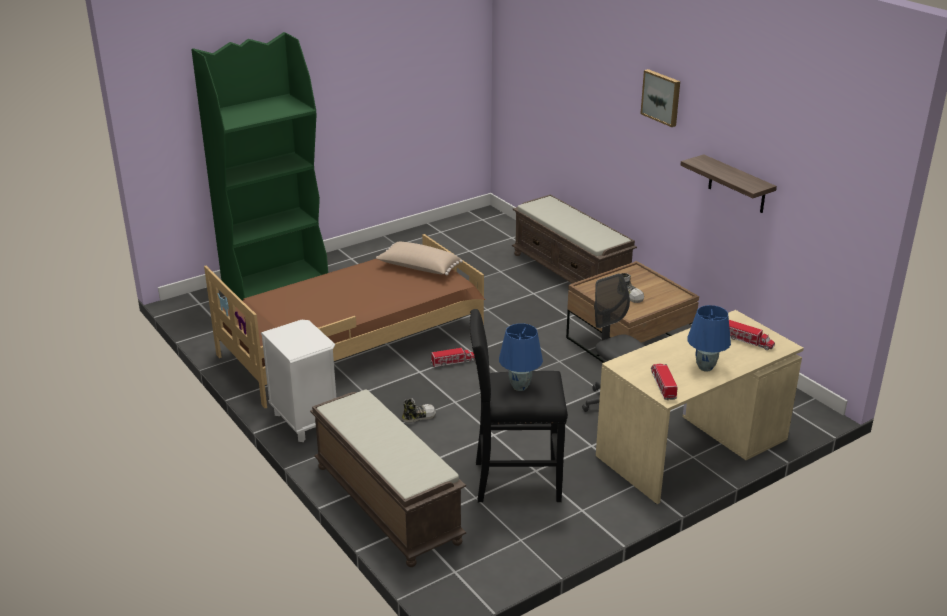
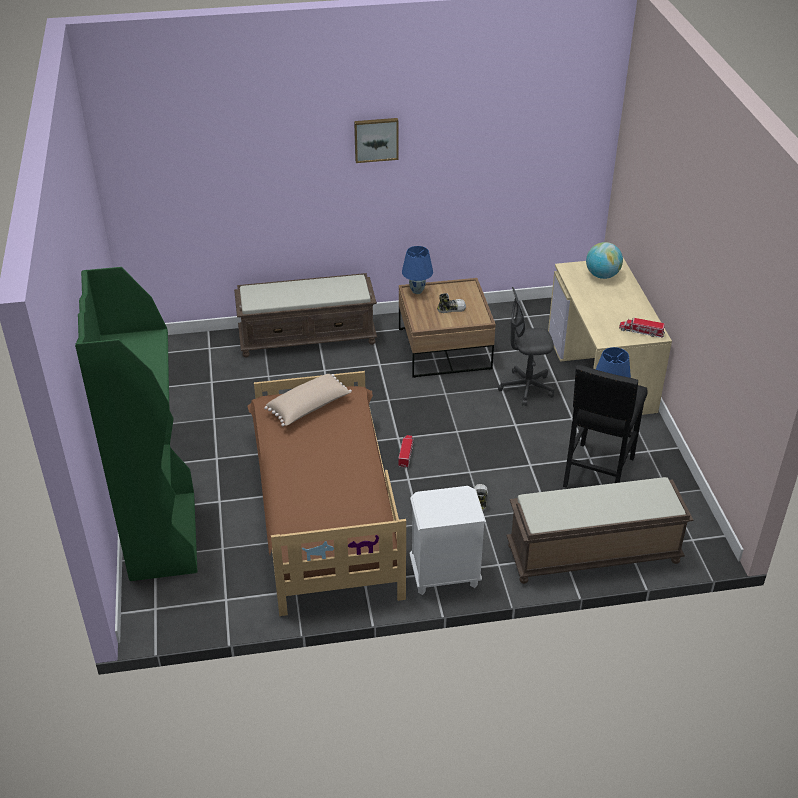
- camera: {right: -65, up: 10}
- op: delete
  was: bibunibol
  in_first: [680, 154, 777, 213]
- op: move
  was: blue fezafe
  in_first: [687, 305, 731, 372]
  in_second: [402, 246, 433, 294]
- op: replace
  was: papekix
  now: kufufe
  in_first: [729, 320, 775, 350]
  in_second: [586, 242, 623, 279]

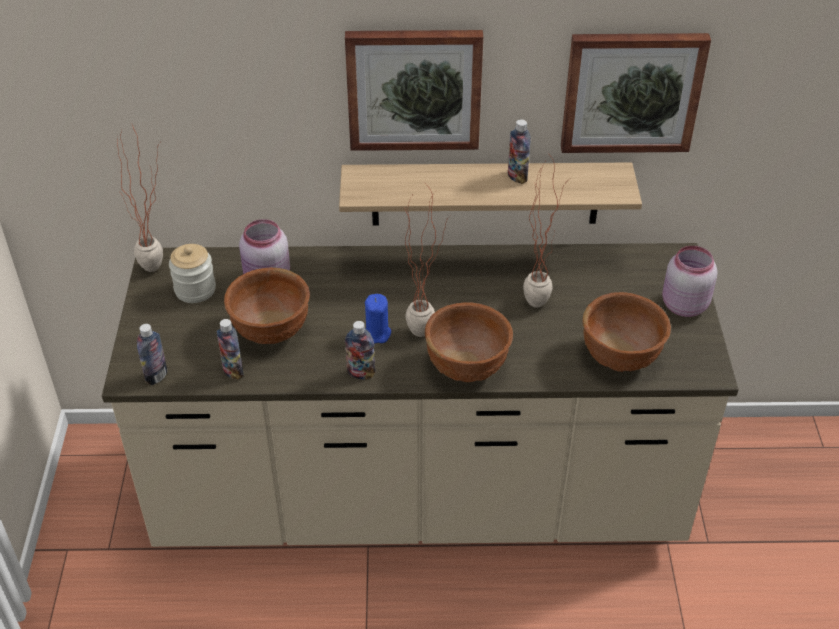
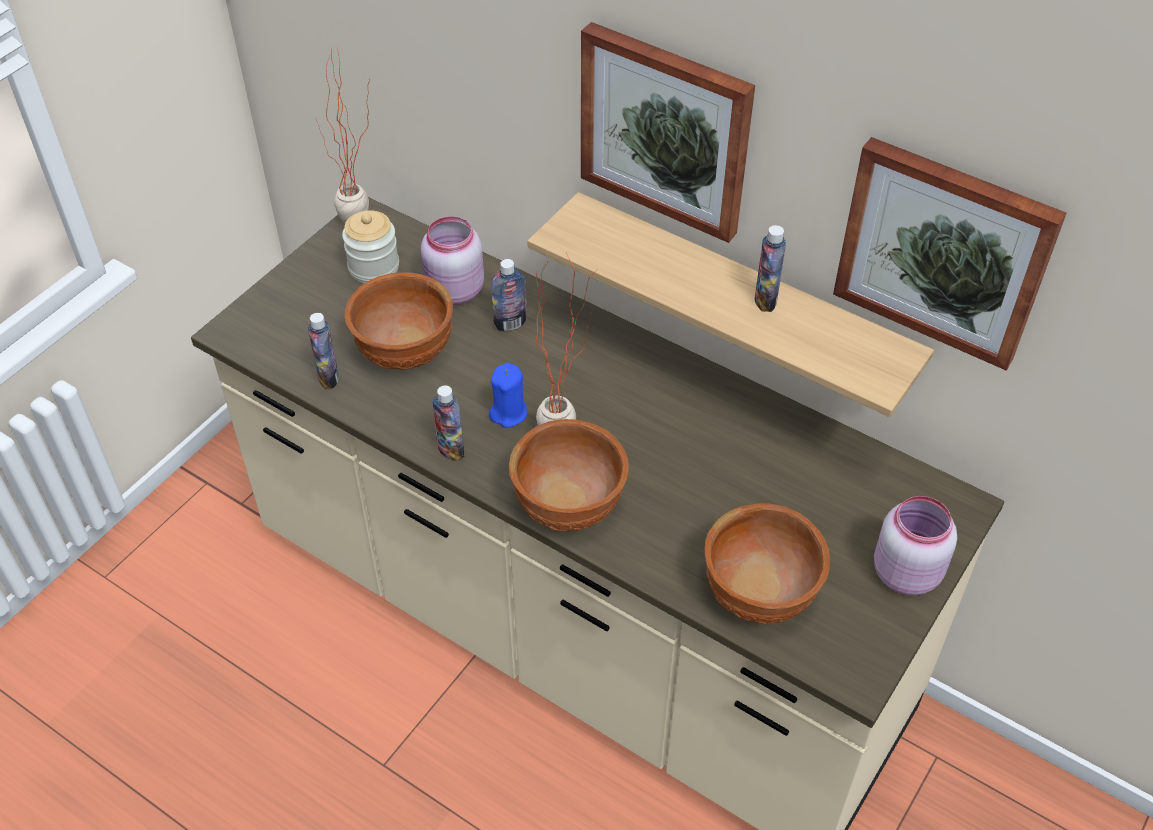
- camera: {right: 35, up: 5}
- op: delete
  was: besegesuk
  in_first: [523, 157, 565, 308]
- op: move
  was: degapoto
  in_first: [137, 324, 167, 385]
  in_second: [491, 259, 527, 331]

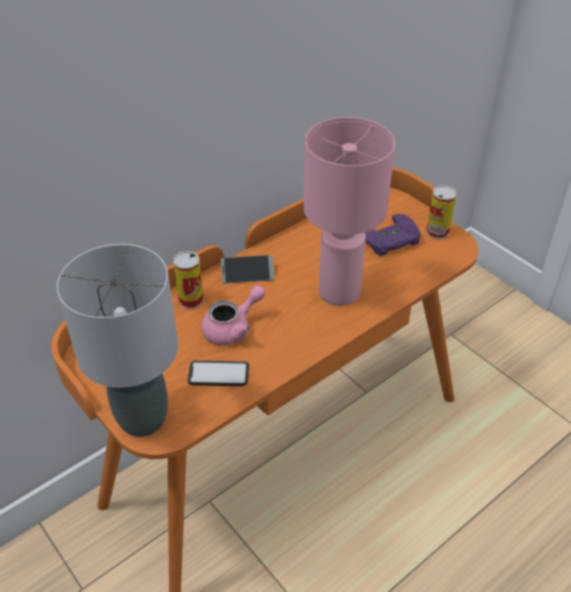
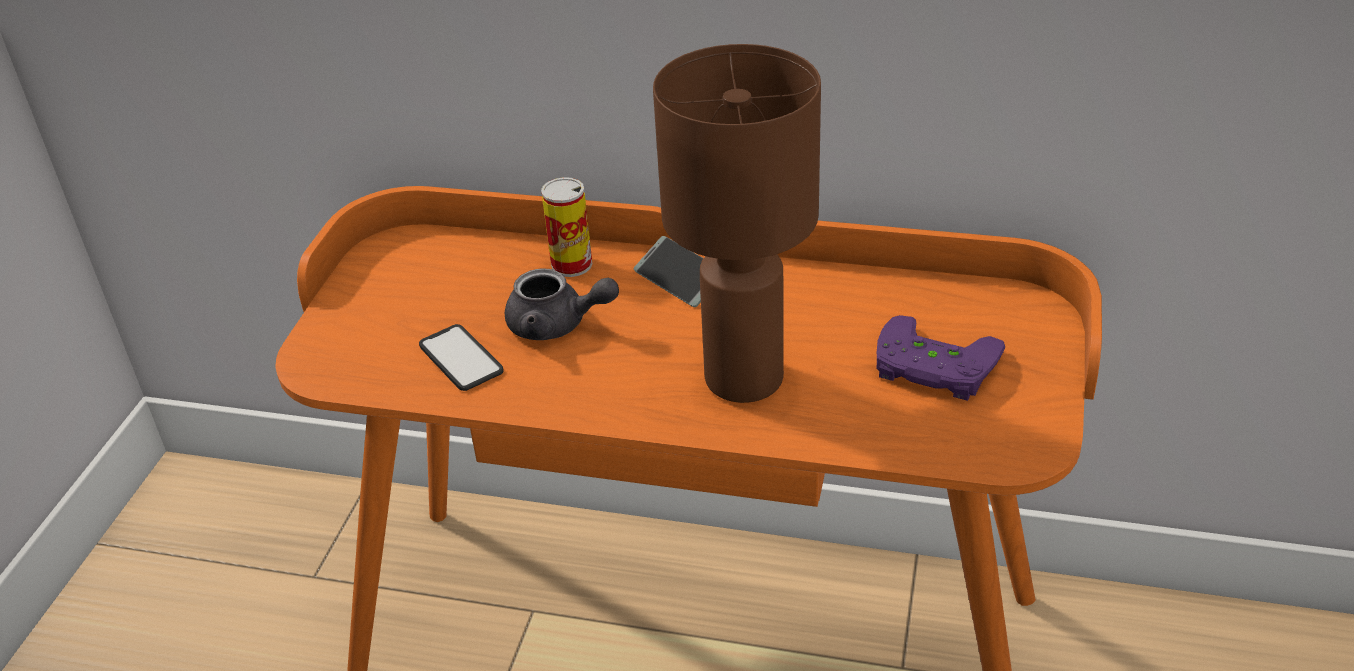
- camera: {right: 55, up: -5}
- op: recolor
  was: pink fezafe
  now: brown fezafe
  in_first: [304, 117, 395, 306]
  in_second: [653, 44, 821, 403]
- op: delete
  was: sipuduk
  in_first: [426, 185, 457, 239]
- op: delete
  was: grey fezafe
  in_first: [57, 244, 178, 437]
- op: recolor
  was: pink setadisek
  now: grey setadisek
  in_first: [201, 285, 265, 345]
  in_second: [505, 268, 619, 340]

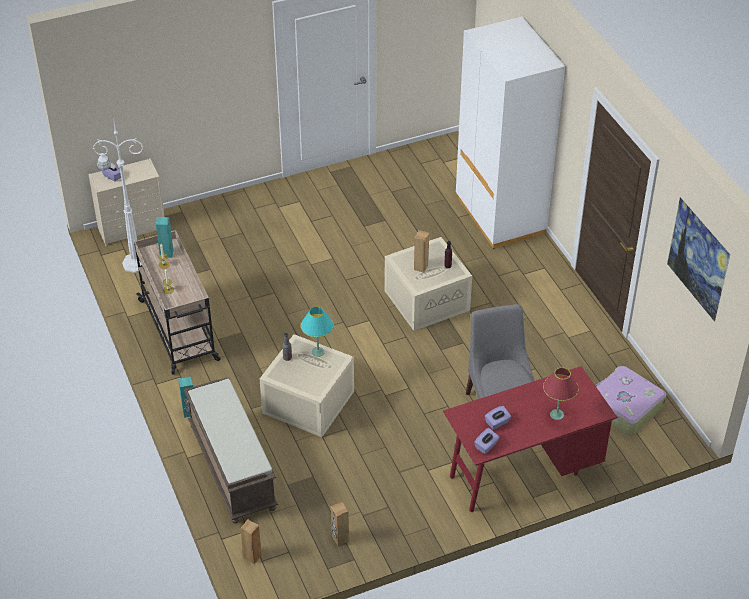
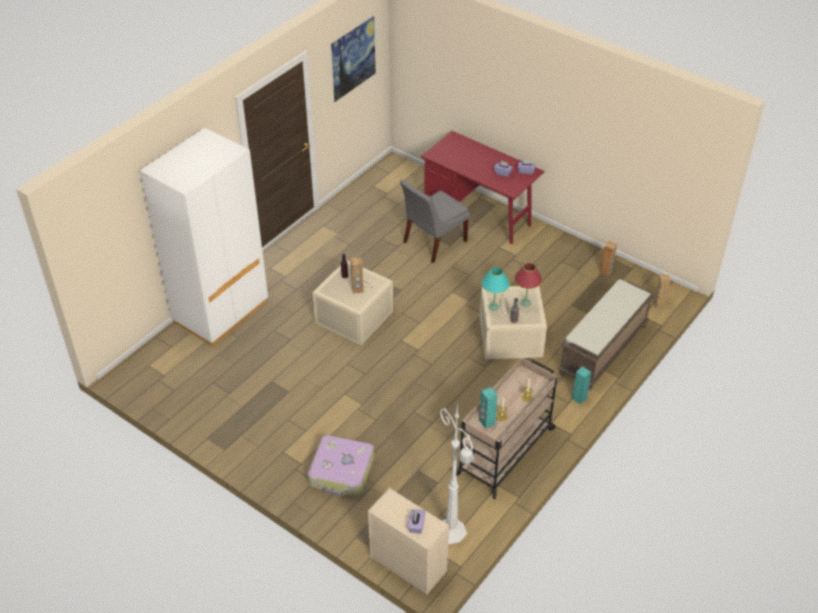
- camera: {right: -120, up: 0}
- op: move
  was: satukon
  in_first: [595, 366, 666, 436]
  in_second: [308, 435, 374, 497]
- op: move
  was: red fezafe
  in_first: [543, 367, 578, 420]
  in_second: [514, 263, 542, 307]

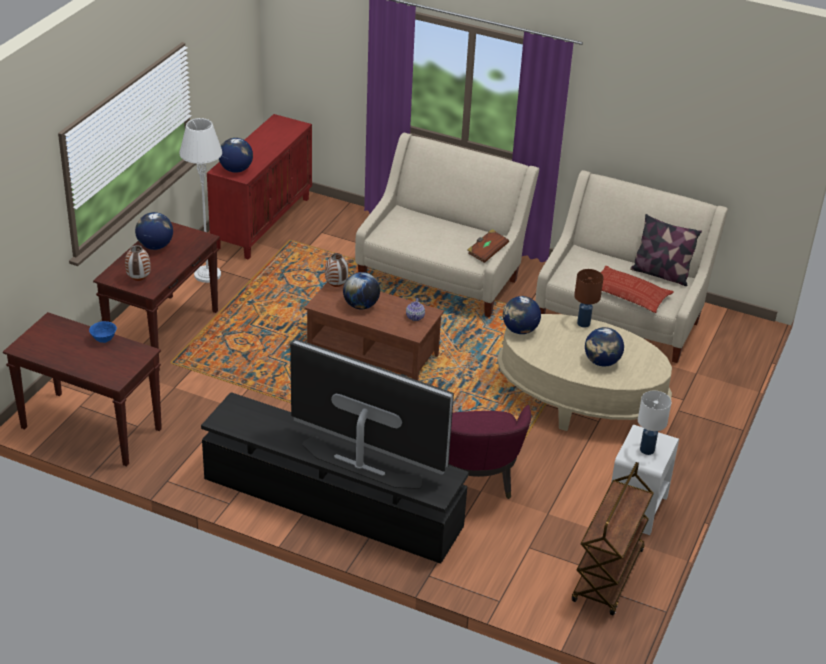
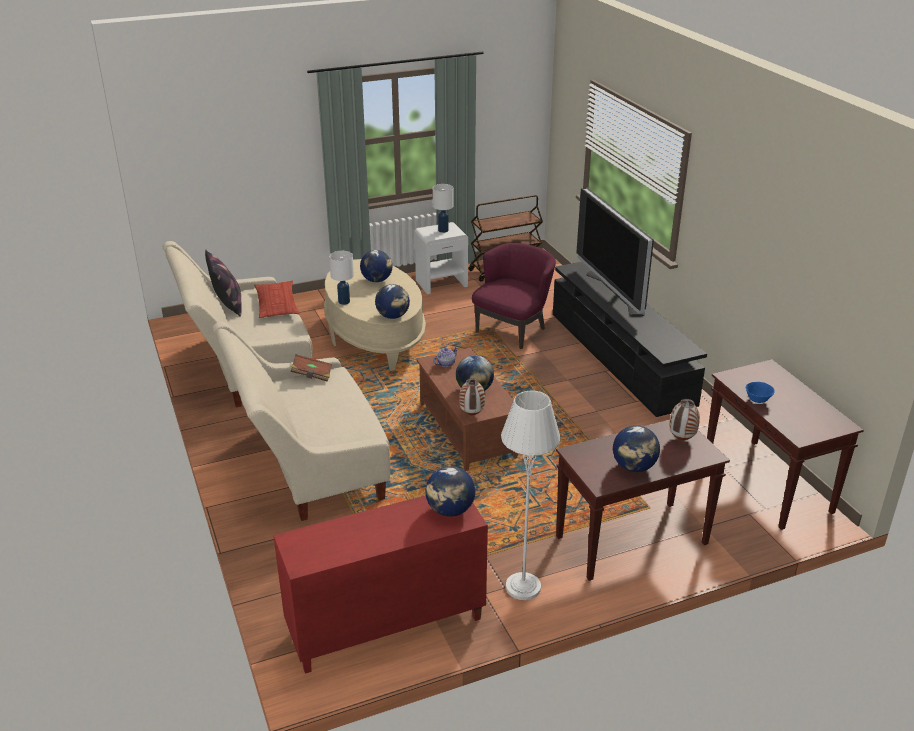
- camera: {right: -135, up: -5}
- op: recolor
  was: brown fezafe
  now: white fezafe
  in_first: [574, 269, 604, 328]
  in_second: [329, 251, 354, 305]

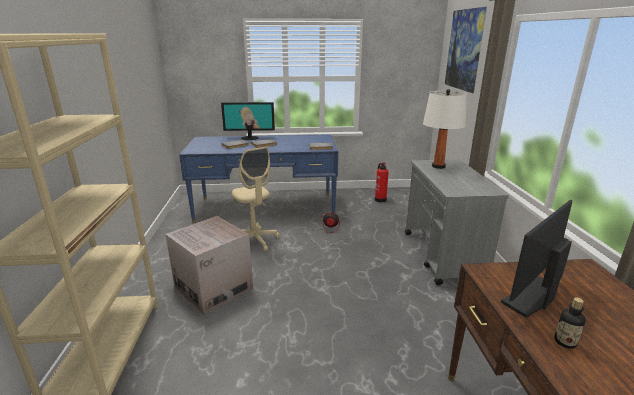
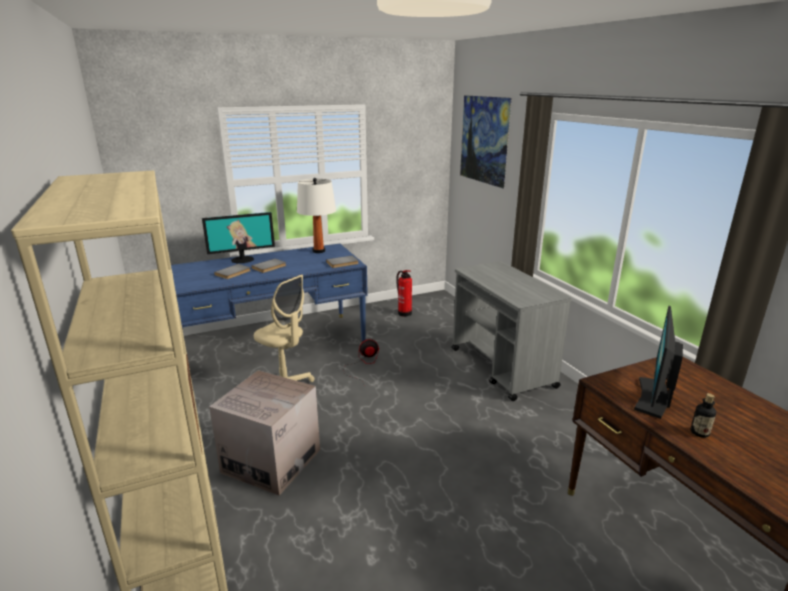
- camera: {right: -20, up: 0}
- op: move
  was: white fezafe
  in_first: [423, 89, 467, 169]
  in_second: [297, 178, 336, 253]

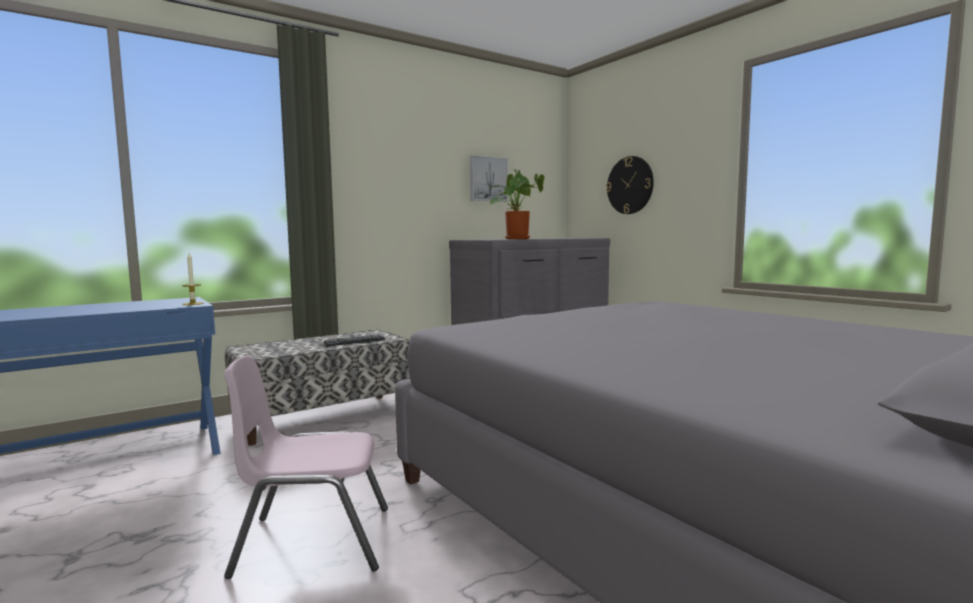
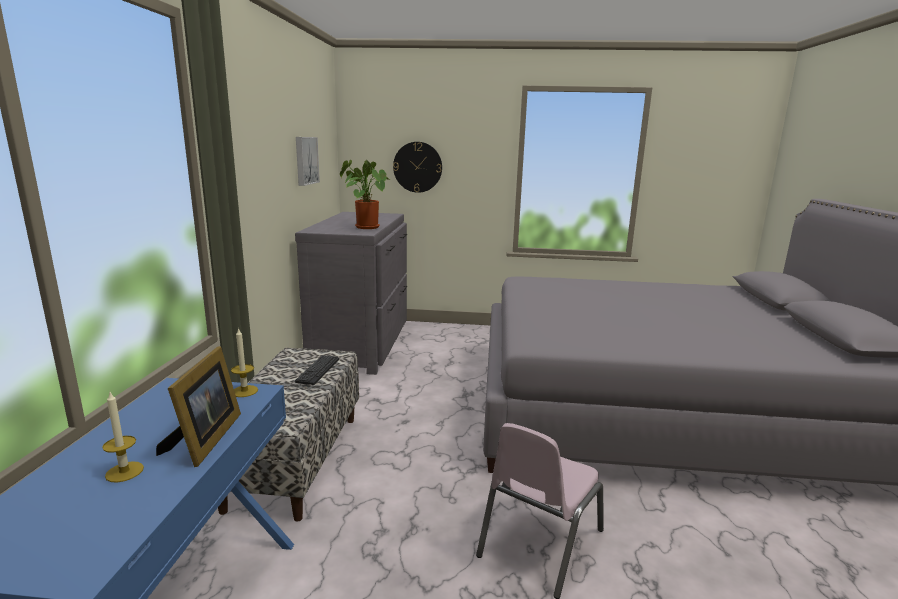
- camera: {right: -50, up: 10}
- op: insert
  now: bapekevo
  in_second: [156, 346, 241, 467]
- op: insert
  now: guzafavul
  in_second: [102, 392, 144, 482]

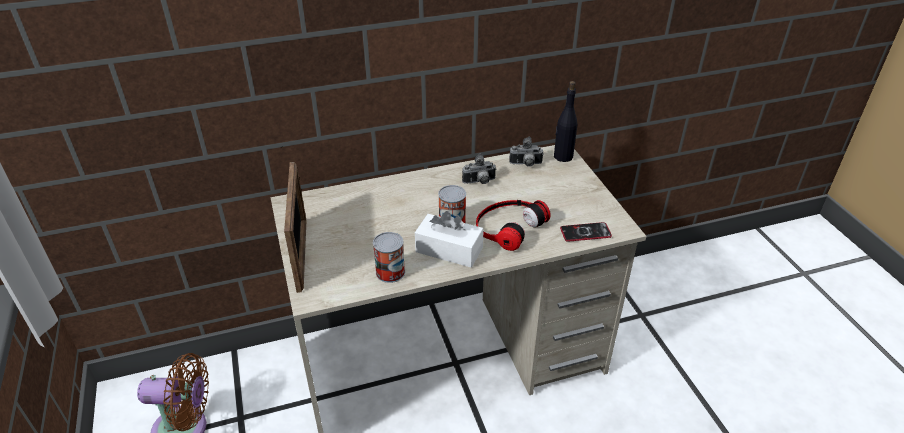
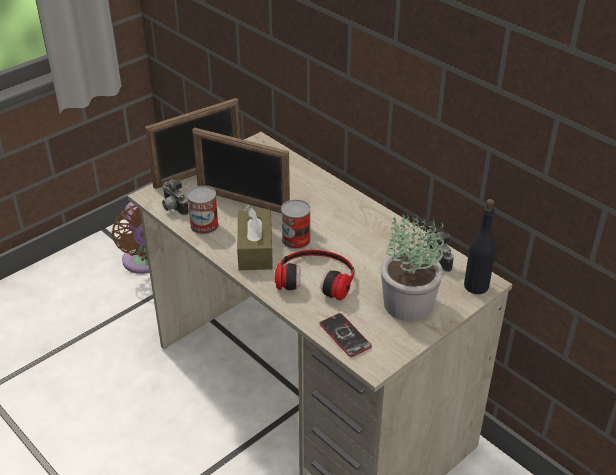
- camera: {right: 65, up: 0}
- op: move
  was: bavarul
  in_first: [462, 153, 497, 184]
  in_second: [162, 179, 189, 215]
- op: recolor
  was: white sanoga
  now: brown sanoga
  in_first: [415, 211, 484, 268]
  in_second: [237, 206, 273, 270]
- op: insert
  now: bapekevo
  in_second: [192, 127, 290, 213]
- op: insert
  now: besegesuk
  in_second: [380, 214, 444, 321]

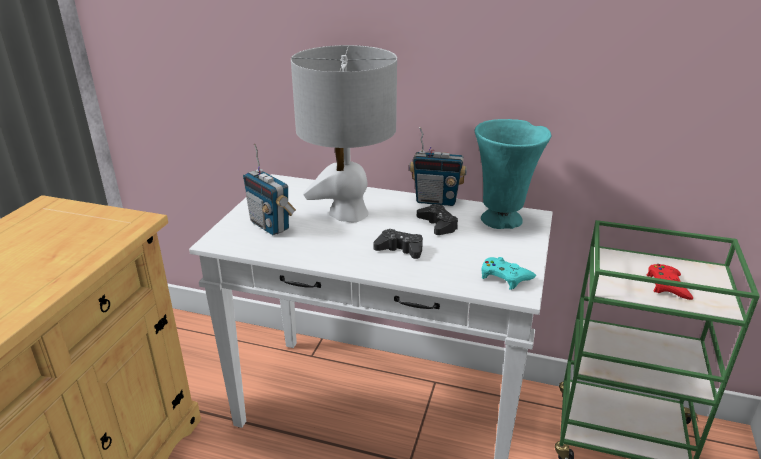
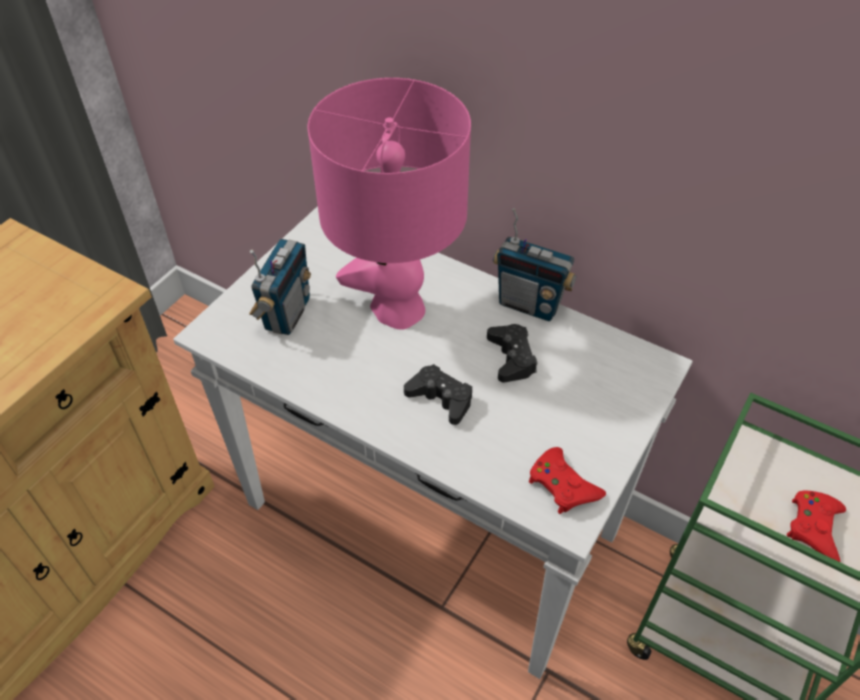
- camera: {right: 15, up: 20}
- op: recolor
  was: grey fezafe
  now: pink fezafe
  in_first: [291, 45, 397, 222]
  in_second: [307, 78, 471, 330]
- op: delete
  was: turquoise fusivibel
  in_first: [475, 119, 551, 229]
- op: rotate
  was: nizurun
  in_first: [243, 144, 296, 235]
  in_second: [249, 239, 311, 335]
  clockwise: -135
- op: recolor
  was: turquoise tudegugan
  now: red tudegugan
  in_first: [482, 257, 536, 290]
  in_second: [529, 447, 606, 514]

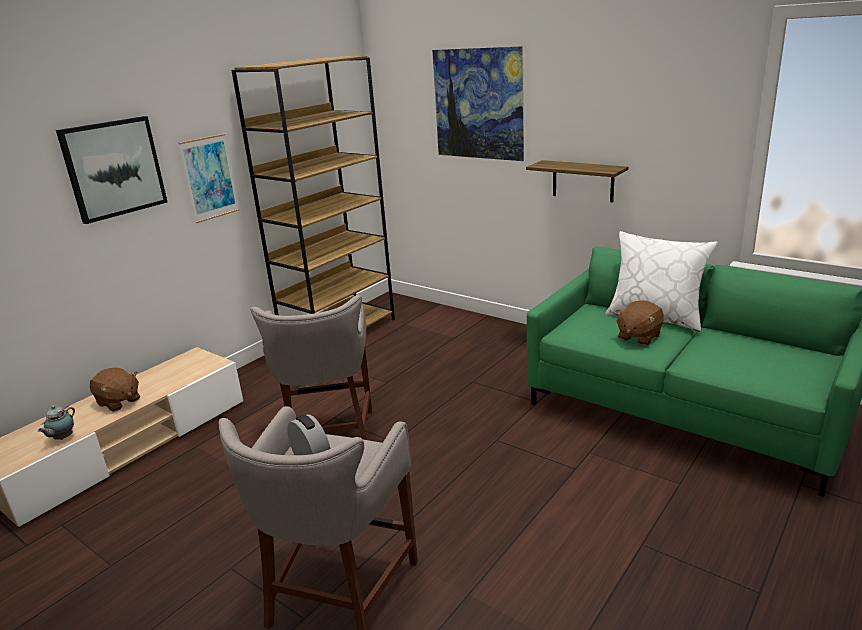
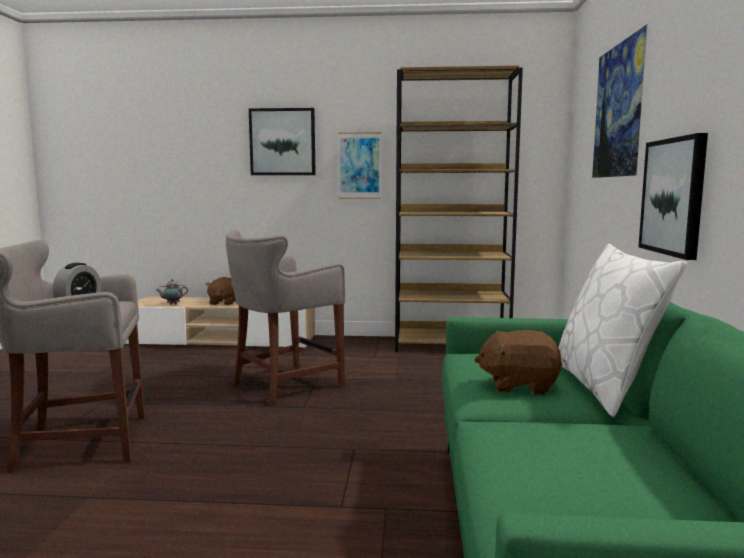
- camera: {right: 55, up: -15}
- op: replace
  was: bibunibol
  now: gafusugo
  in_first: [526, 160, 628, 202]
  in_second: [639, 133, 708, 260]

